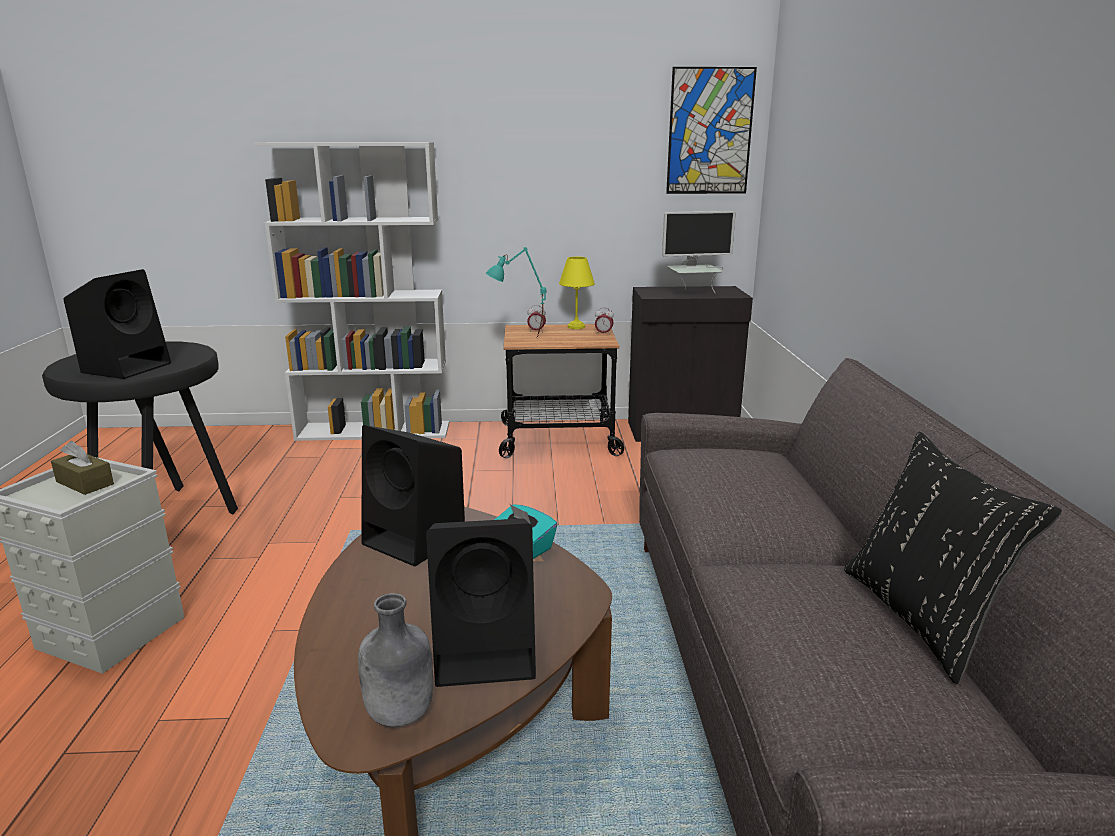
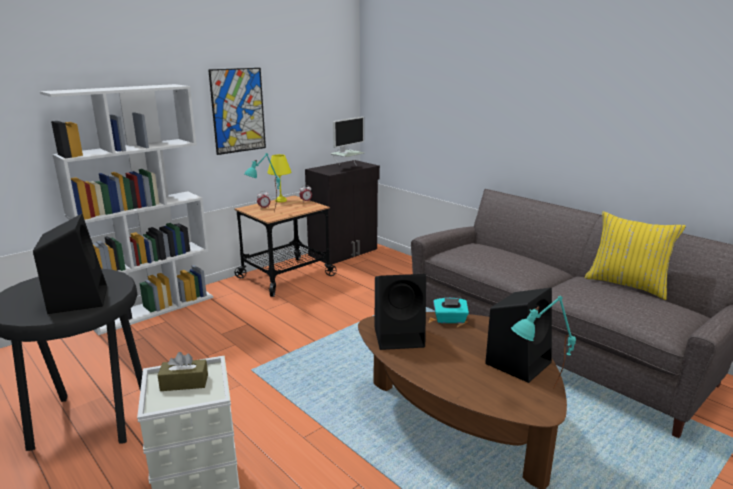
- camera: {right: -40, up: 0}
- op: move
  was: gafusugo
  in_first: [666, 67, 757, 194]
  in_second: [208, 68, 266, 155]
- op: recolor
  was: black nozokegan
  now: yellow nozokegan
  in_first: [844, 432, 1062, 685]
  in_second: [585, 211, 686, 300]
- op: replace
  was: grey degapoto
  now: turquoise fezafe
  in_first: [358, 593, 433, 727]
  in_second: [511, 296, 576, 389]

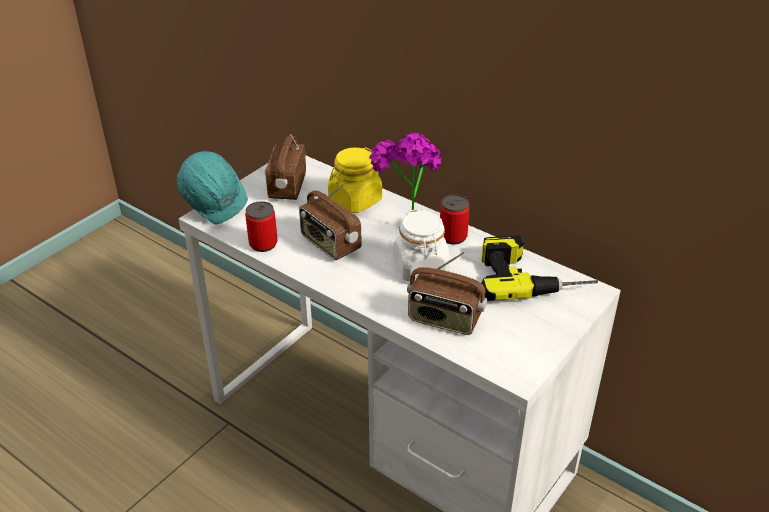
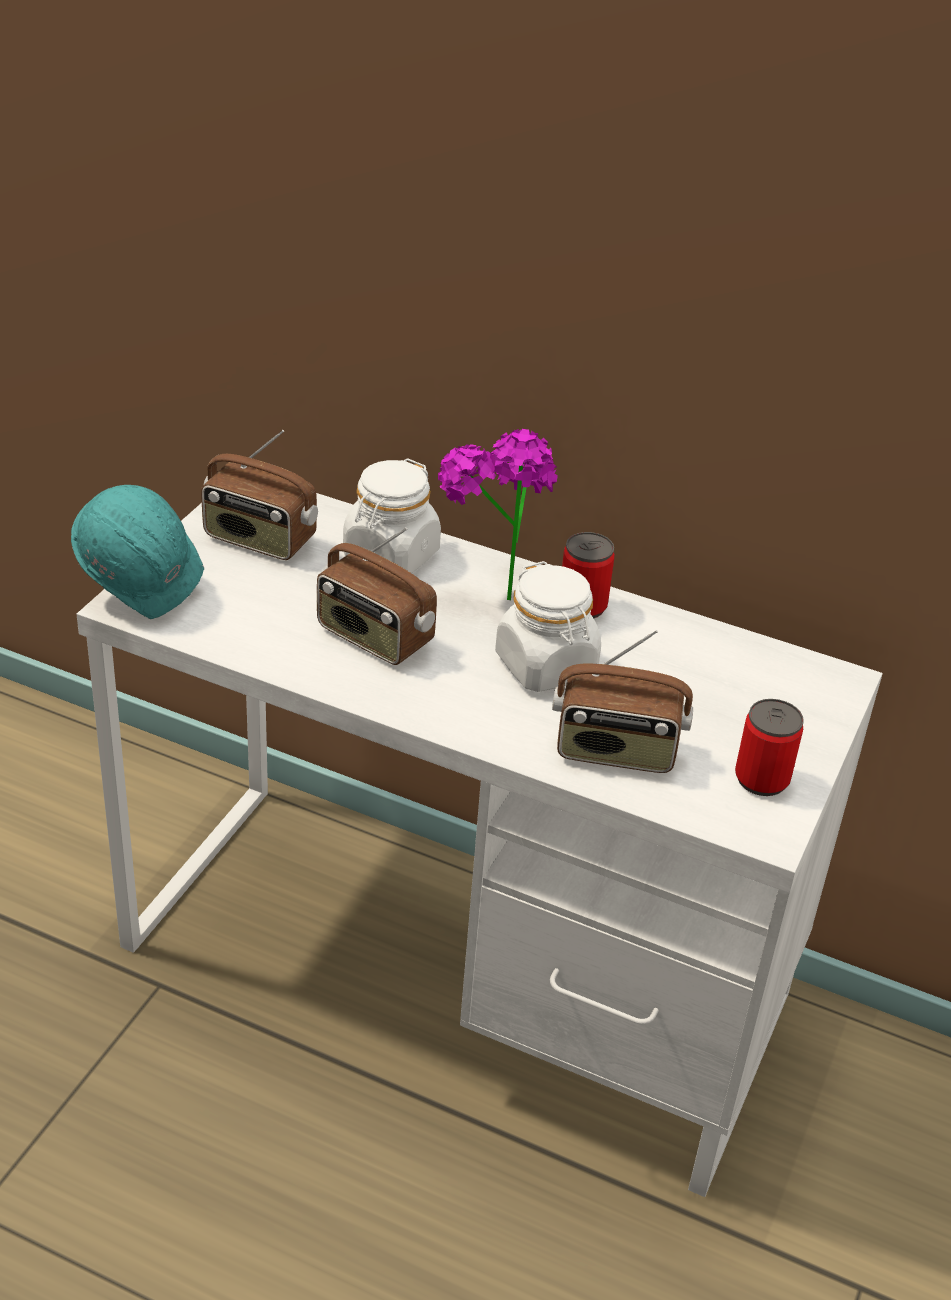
- camera: {right: -15, up: 0}
- op: rotate
  was: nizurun
  in_first: [265, 134, 306, 200]
  in_second: [201, 430, 318, 560]
  clockwise: -60
- op: recolor
  was: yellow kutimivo
  now: white kutimivo
  in_first: [328, 147, 382, 213]
  in_second: [343, 459, 441, 573]
- op: move
  was: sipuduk
  in_first: [245, 201, 278, 252]
  in_second: [735, 699, 804, 796]
- op: delete
  was: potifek
  in_first: [481, 235, 598, 301]

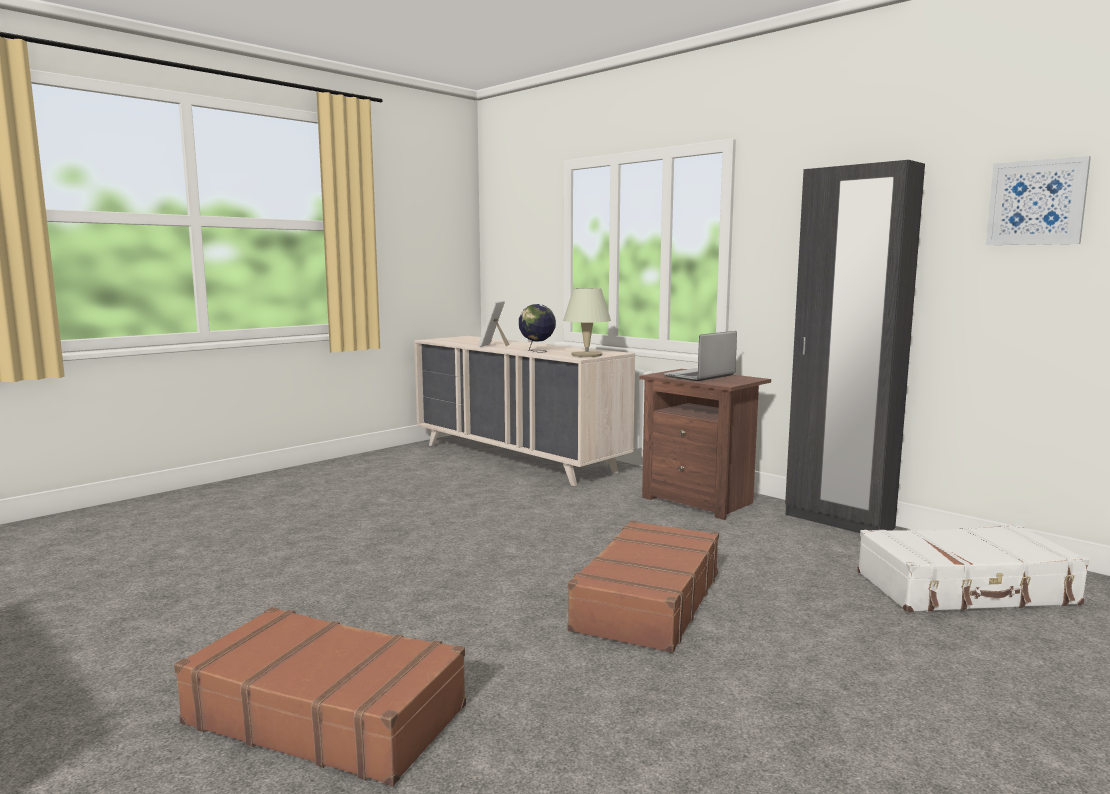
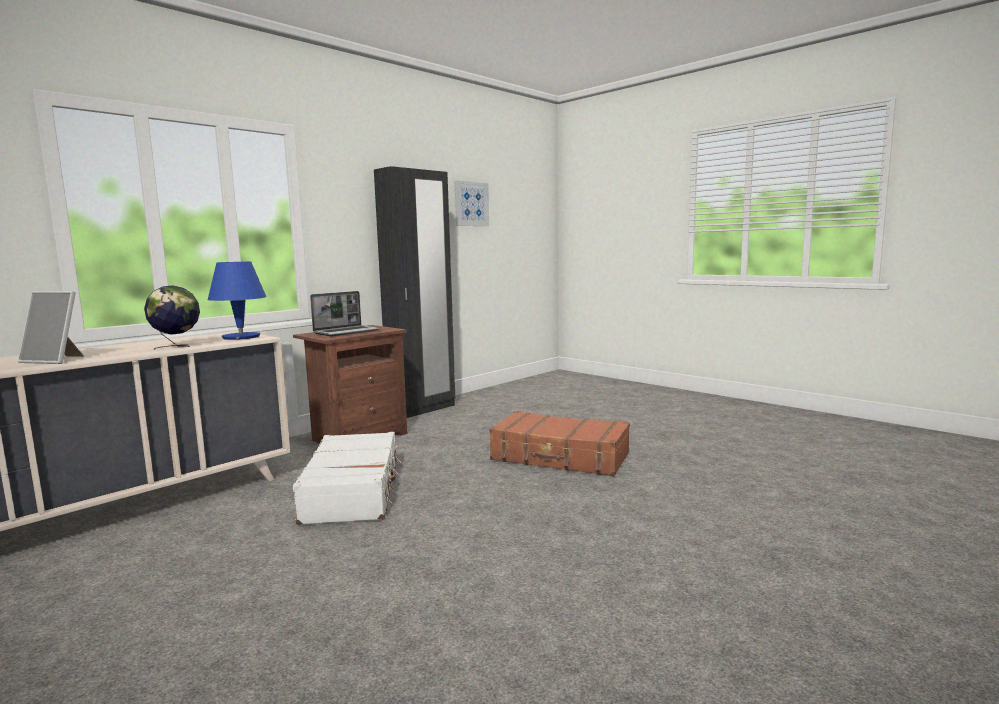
- camera: {right: -90, up: 0}
- op: recolor
  was: beige fezafe
  now: blue fezafe
  in_first: [563, 288, 611, 357]
  in_second: [208, 262, 266, 340]
- op: rotate
  was: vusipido
  in_first: [663, 331, 737, 381]
  in_second: [310, 291, 380, 336]
  clockwise: -90
- op: move
  was: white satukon
  in_first: [857, 525, 1090, 612]
  in_second: [293, 432, 401, 525]
- op: delete
  was: brown satukon
  in_first: [174, 607, 466, 786]

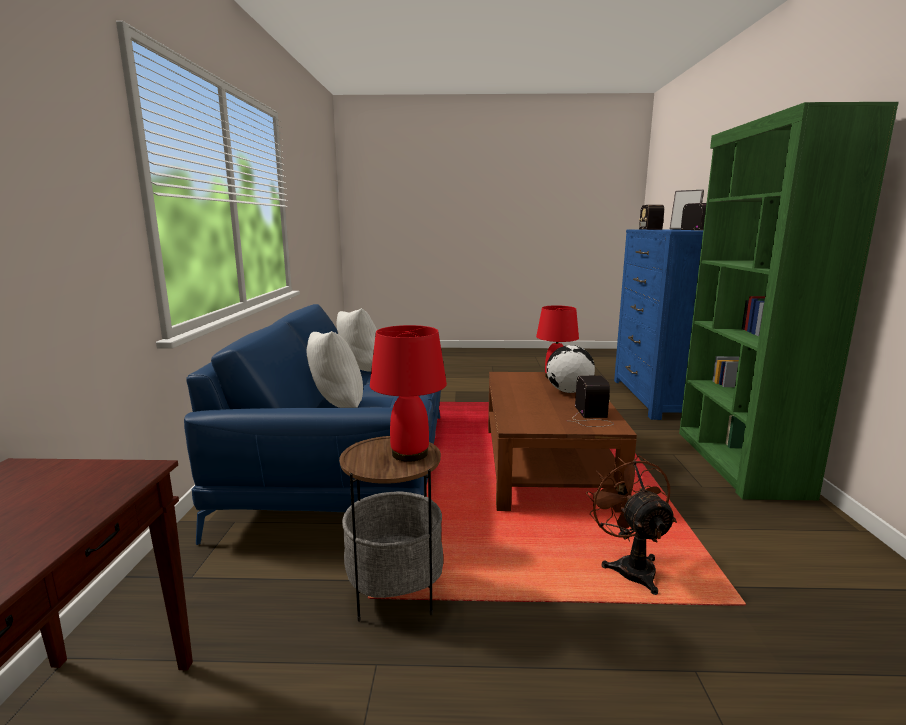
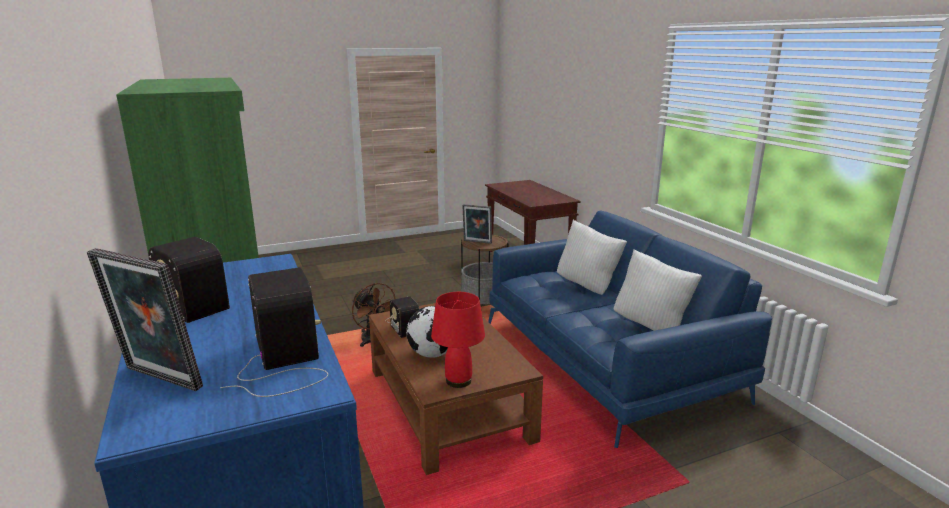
- camera: {right: 155, up: 5}
- op: replace
  was: red fezafe
  now: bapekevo
  in_first: [370, 325, 447, 462]
  in_second: [462, 204, 492, 244]

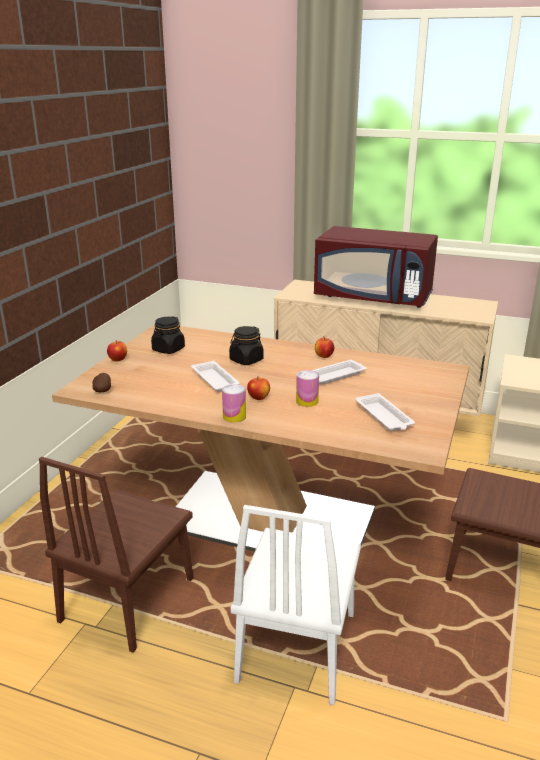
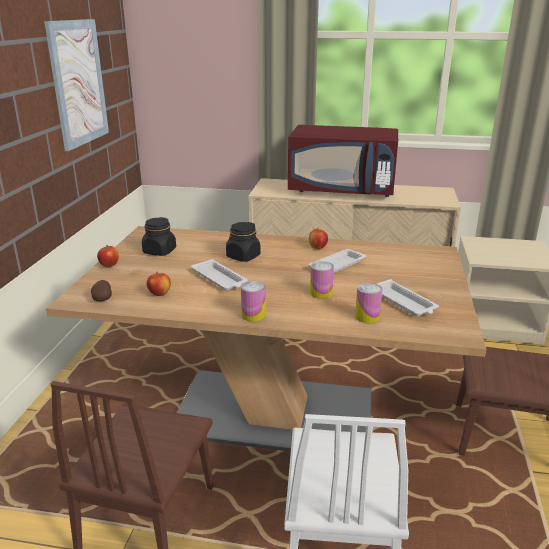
- camera: {right: -10, up: 0}
- op: move
  was: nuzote
  in_first: [247, 376, 270, 400]
  in_second: [147, 272, 171, 296]
- op: insert
  now: gafusugo
  in_second: [44, 19, 109, 151]
- op: insert
  now: sipuduk
  in_second: [355, 283, 382, 323]

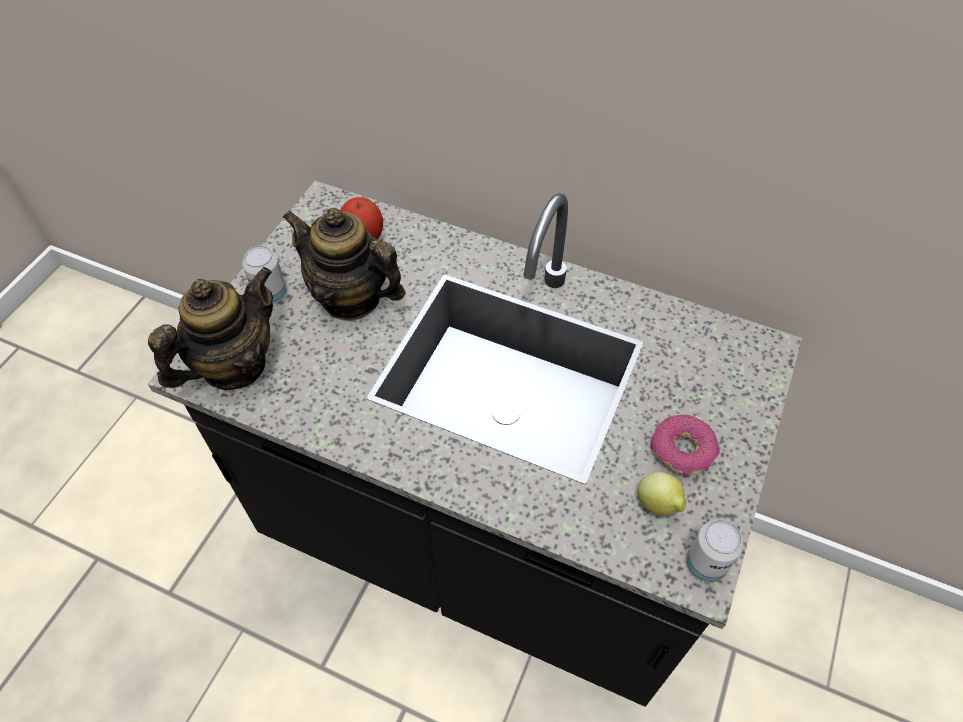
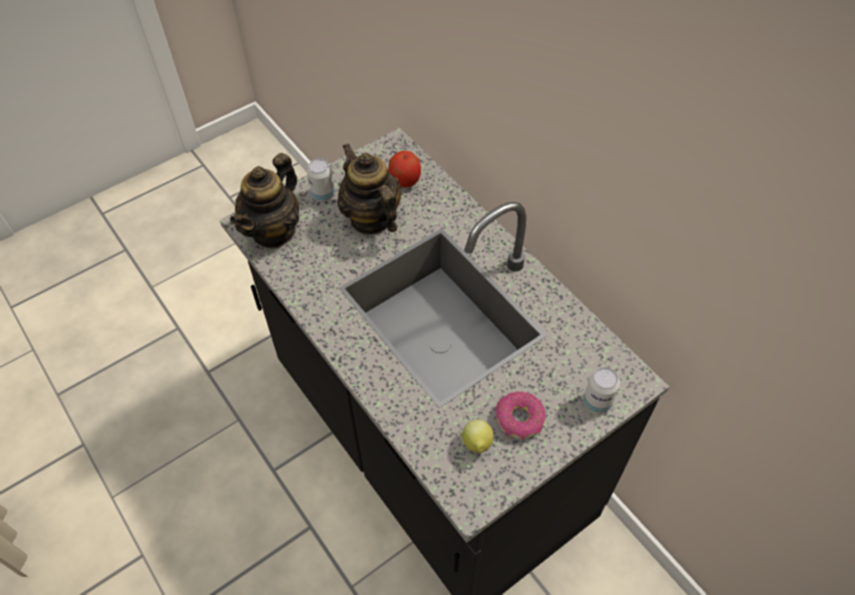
- camera: {right: 30, up: 0}
- op: rotate
  was: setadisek
  in_first: [148, 267, 273, 390]
  in_second: [230, 153, 299, 248]
  clockwise: 135
- op: move
  was: sipuduk
  in_first: [686, 520, 743, 583]
  in_second: [583, 367, 620, 413]

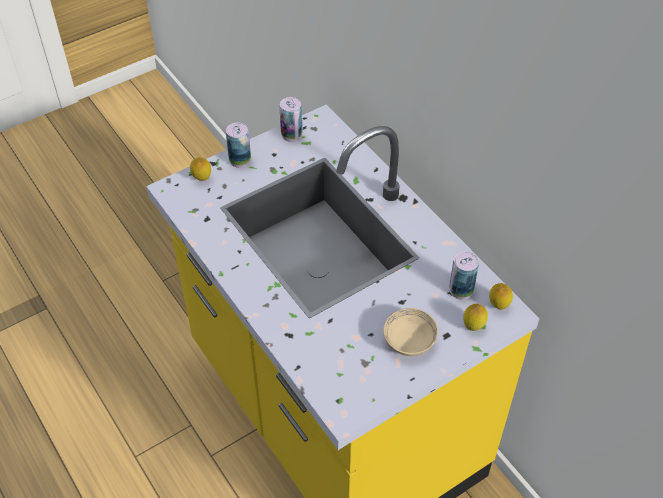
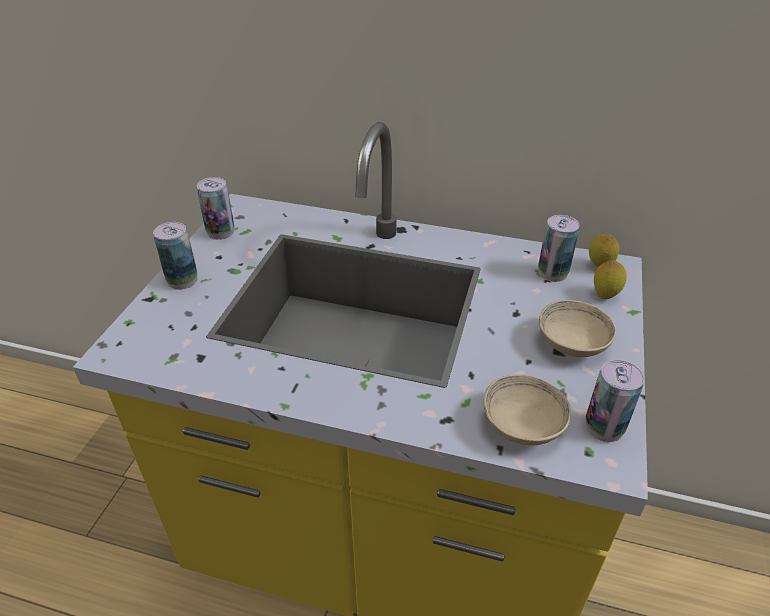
- camera: {right: -40, up: -10}
- op: delete
  was: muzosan
  in_first: [190, 157, 211, 181]
- op: insert
  now: sipuduk
  in_second: [585, 360, 644, 442]
- op: insert
  now: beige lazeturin
  in_second: [484, 374, 571, 446]

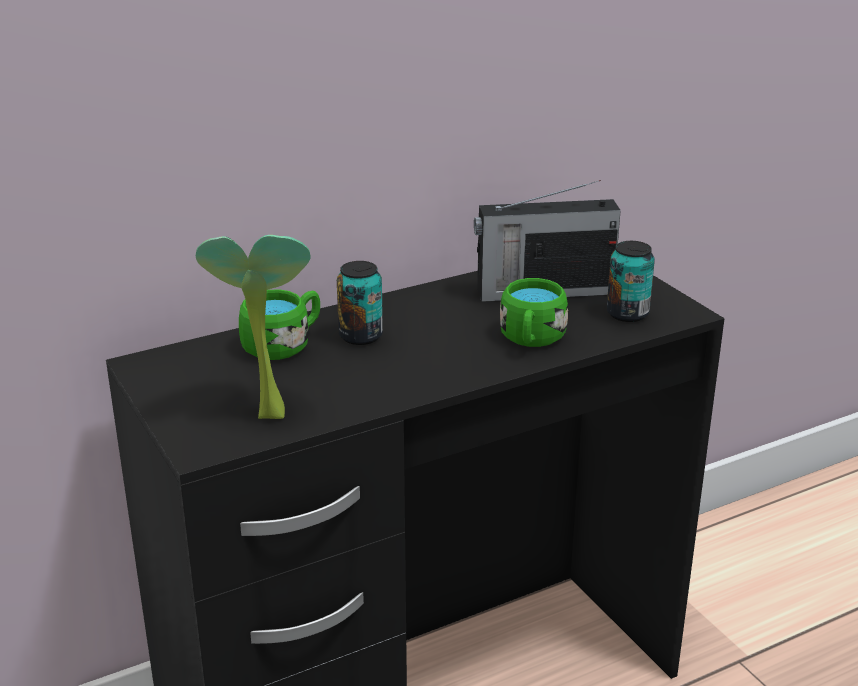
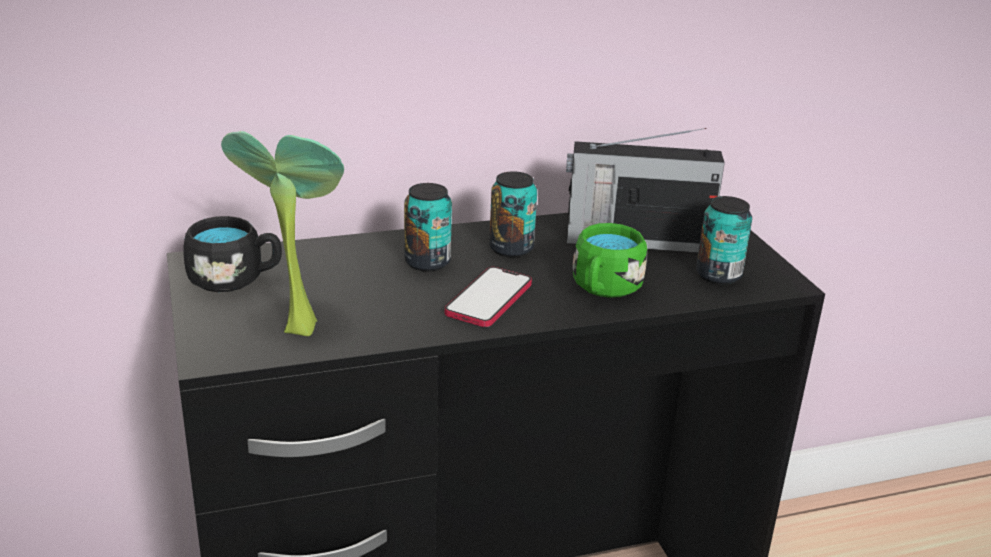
- camera: {right: 10, up: 0}
- op: delete
  was: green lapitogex
  in_first: [239, 289, 320, 360]
- op: insert
  now: sipuduk
  in_second: [489, 171, 537, 257]
- op: insert
  now: black lapitogex
  in_second: [184, 216, 282, 292]
- op: insert
  now: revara
  in_second: [445, 267, 532, 327]

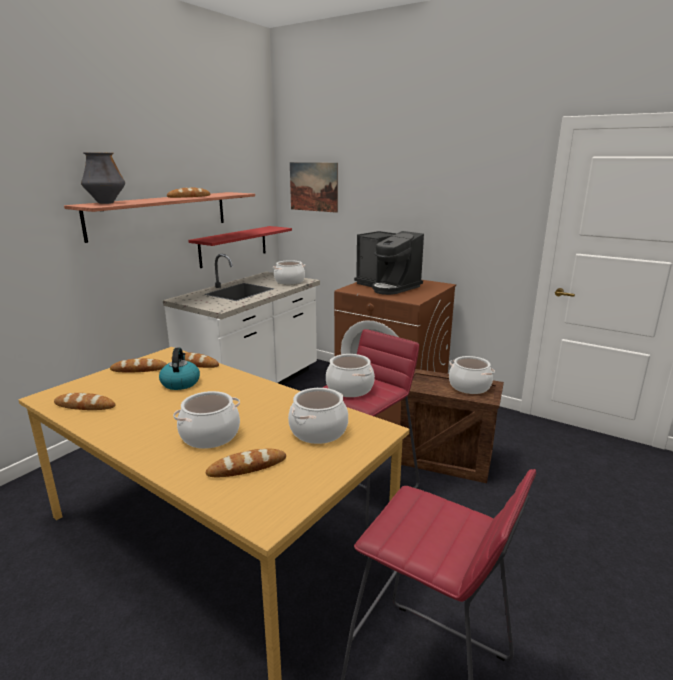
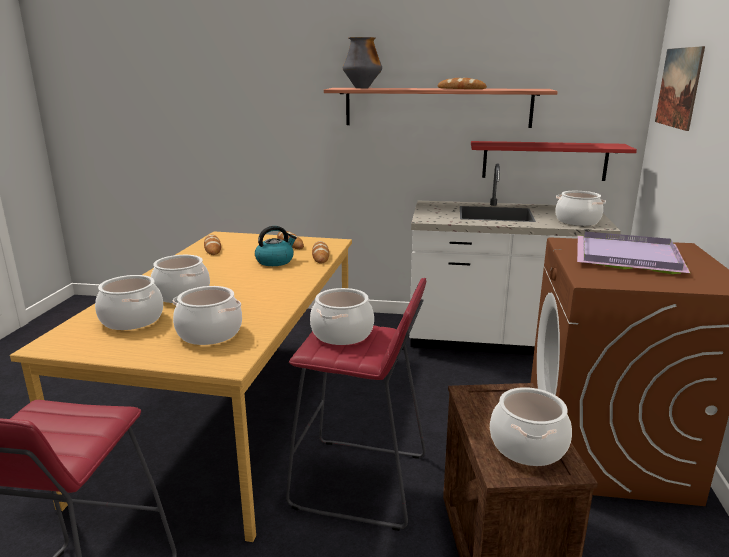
- camera: {right: 65, up: 0}
- op: replace
  was: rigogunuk
  now: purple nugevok
  in_first: [354, 231, 424, 295]
  in_second: [577, 231, 690, 274]
- op: replace
  was: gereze
  now: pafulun
  in_first: [206, 448, 286, 477]
  in_second: [95, 275, 163, 330]

